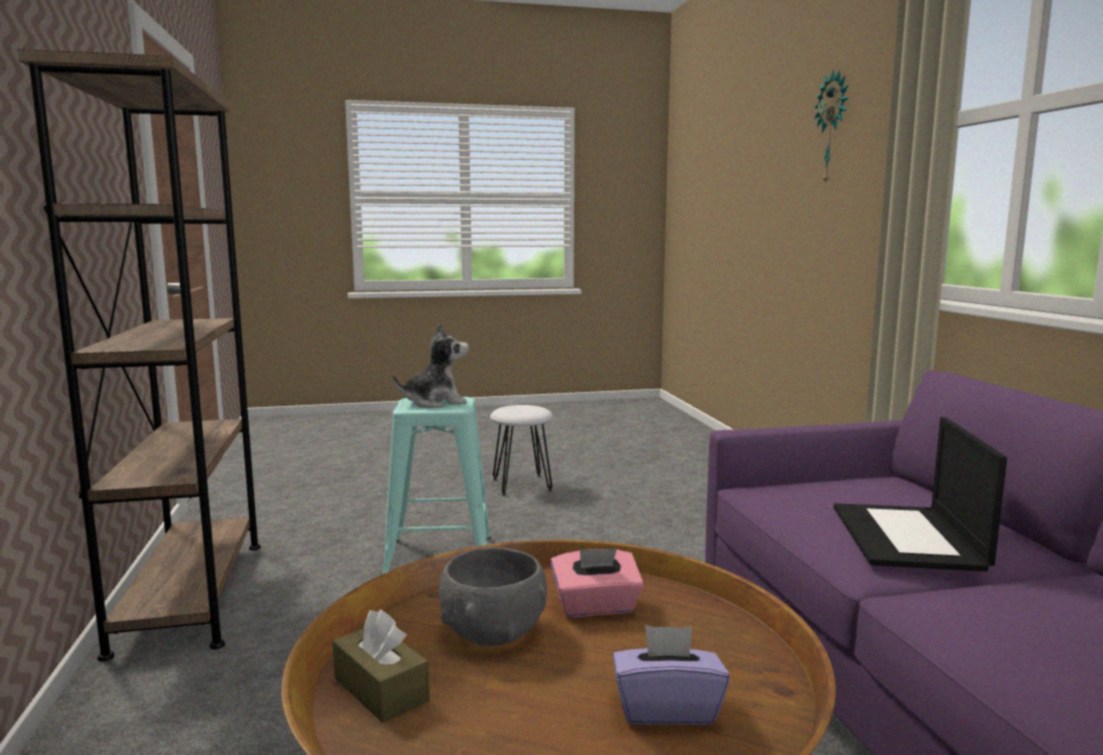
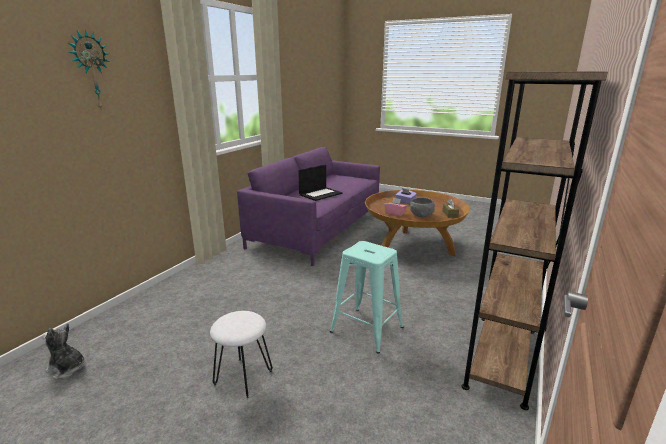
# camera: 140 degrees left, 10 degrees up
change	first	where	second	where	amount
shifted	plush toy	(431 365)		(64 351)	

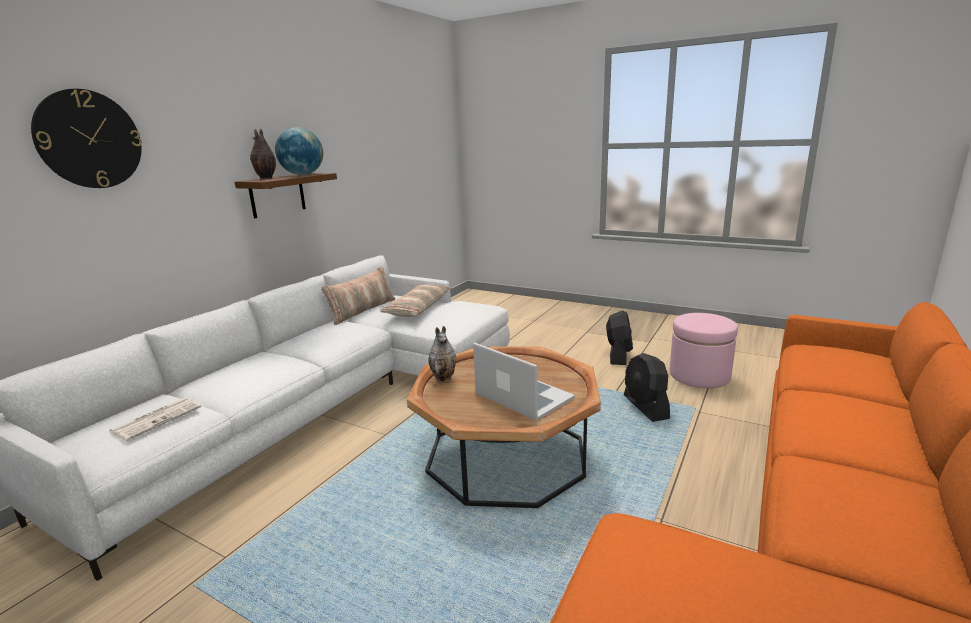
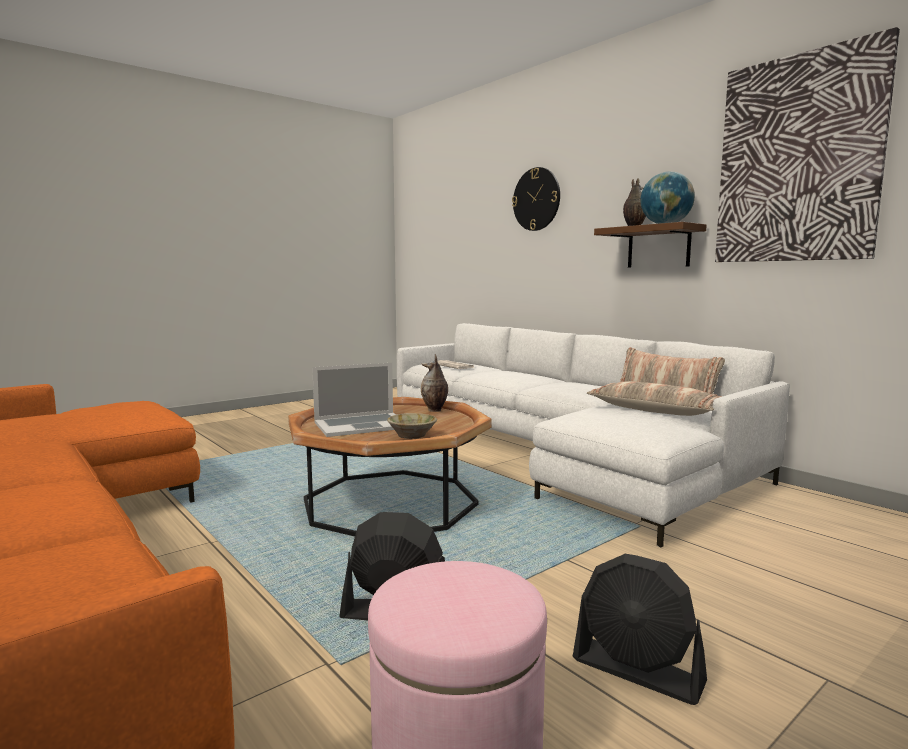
# camera: 110 degrees right, 10 degrees down
change	first	where	second	where	amount
new			beige bowl	(412 426)	
new			picture	(807 144)	

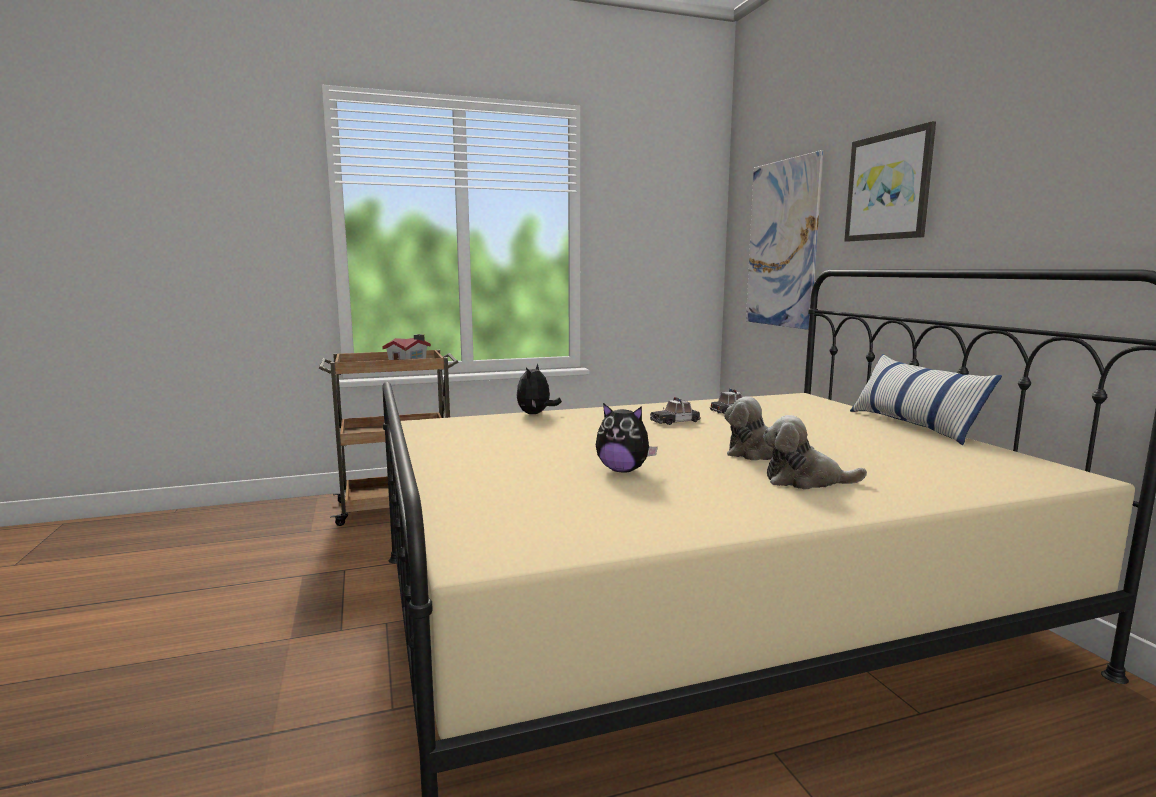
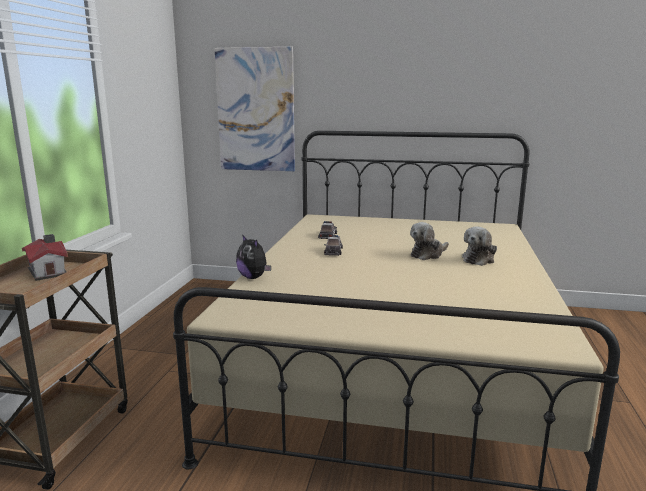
# camera: 60 degrees left, 5 degrees up
change	first	where	second	where	amount
gone	plush toy	(627 438)			
gone	picture	(890 181)			
gone	pillow	(926 399)			

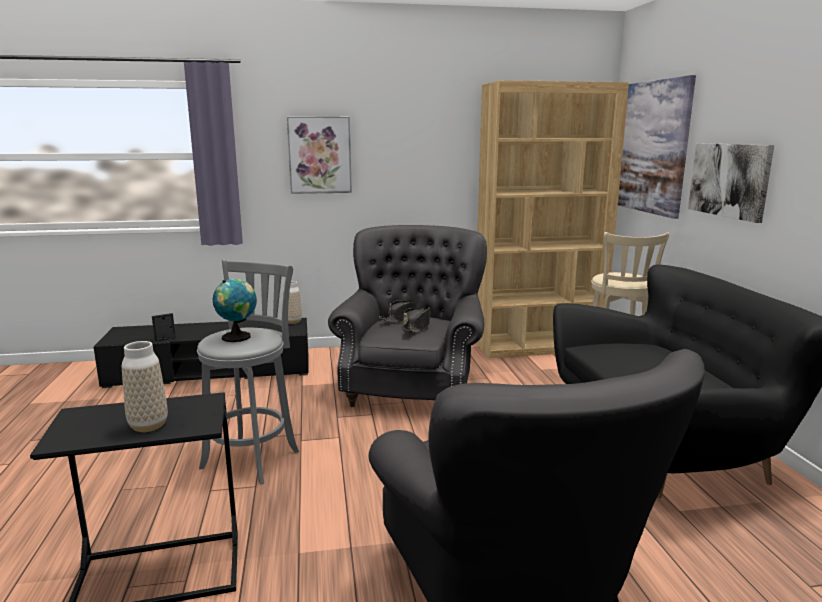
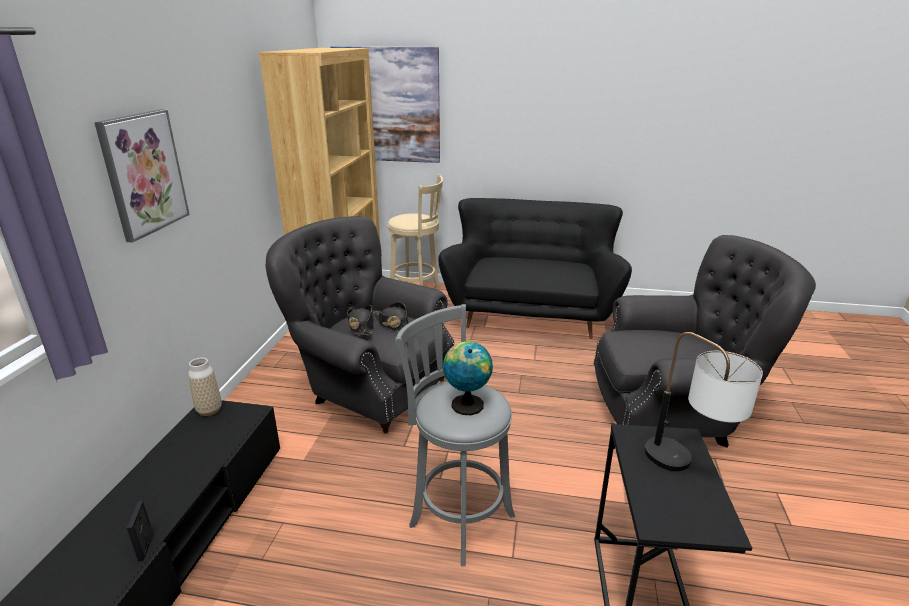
# camera: 70 degrees left, 10 degrees up
change	first	where	second	where	amount
gone	picture	(731 183)			
swapped	vase	(145 386)	table lamp	(704 401)	

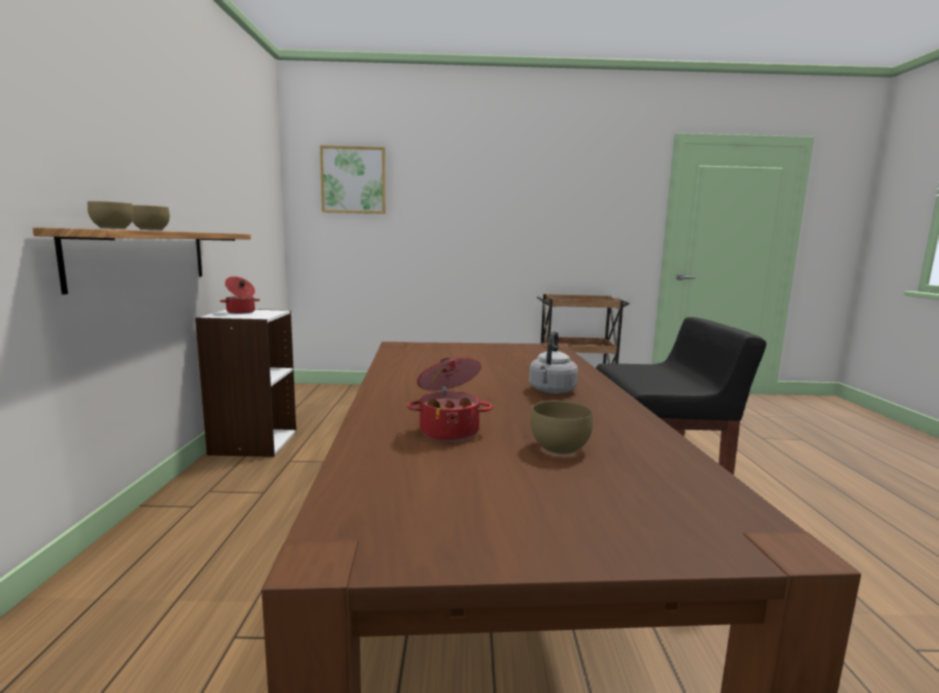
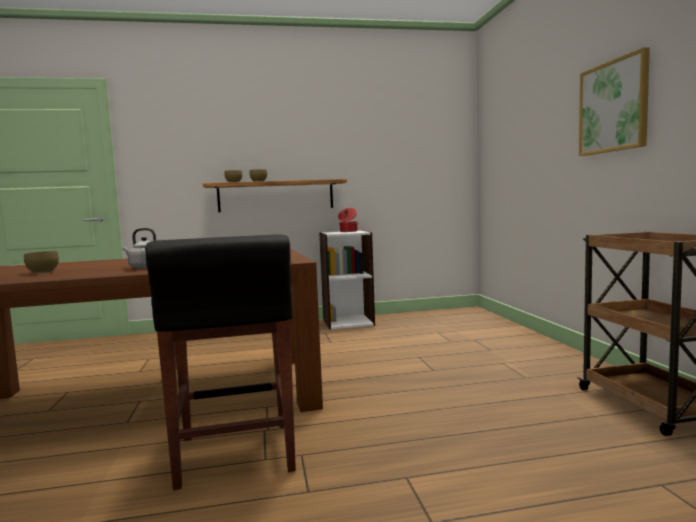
# camera: 80 degrees right, 5 degrees down
change	first	where	second	where	amount
gone	cooking pot	(450 399)			
shifted	picture	(353 179)		(614 101)	

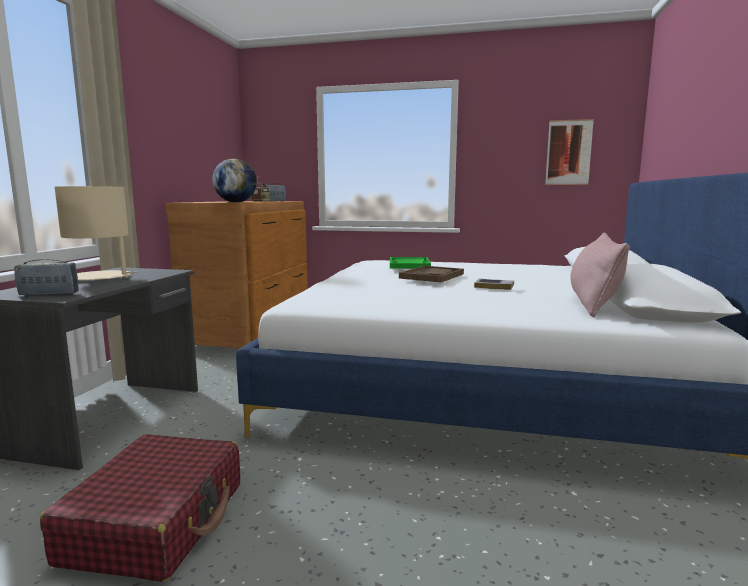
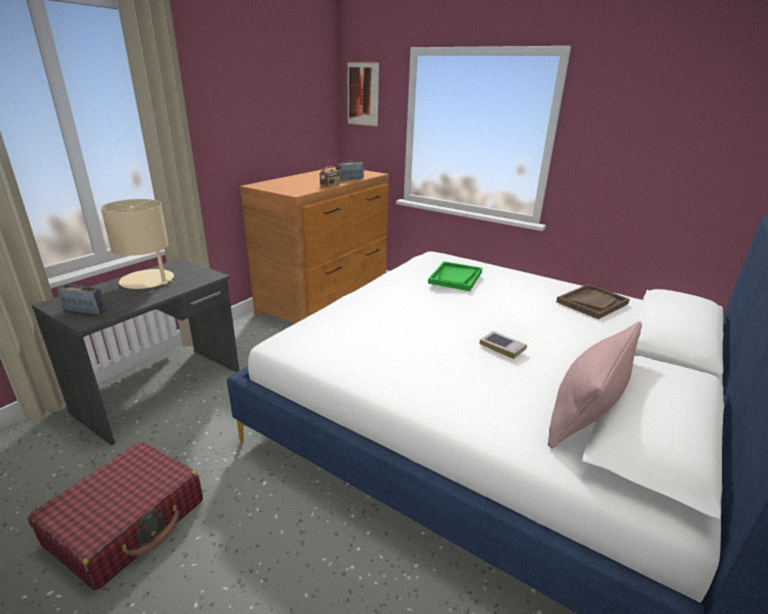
# camera: 20 degrees right, 15 degrees up
change	first	where	second	where	amount
gone	globe	(234 180)			
shifted	brown tray	(431 274)		(593 301)	
shifted	picture	(569 152)		(363 94)	

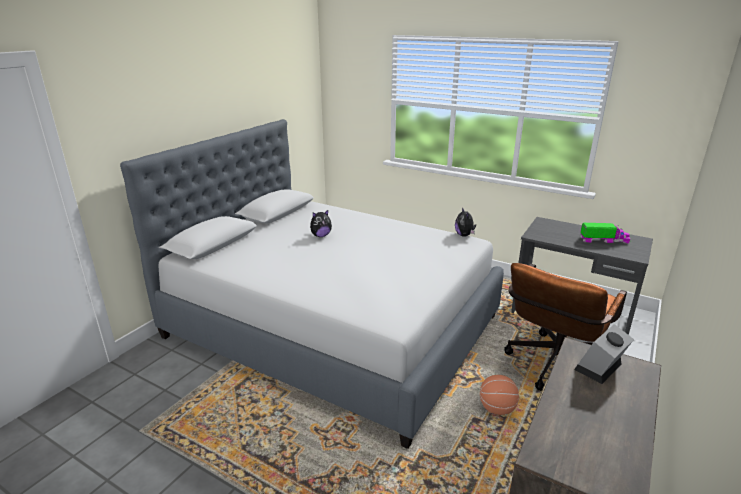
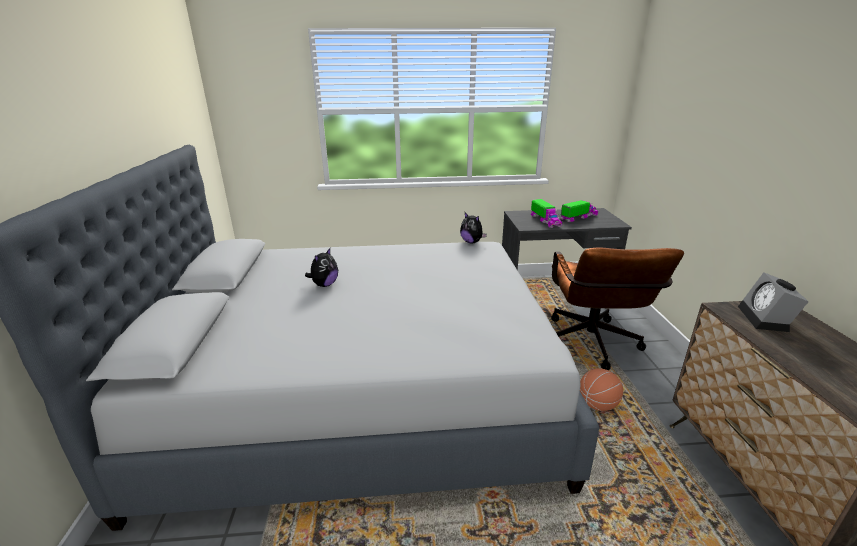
# camera: 35 degrees left, 0 degrees up
change	first	where	second	where	amount
new			toy truck	(546 213)	

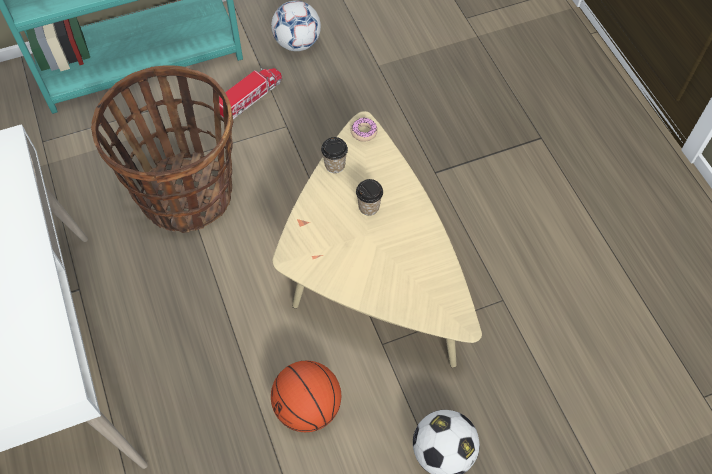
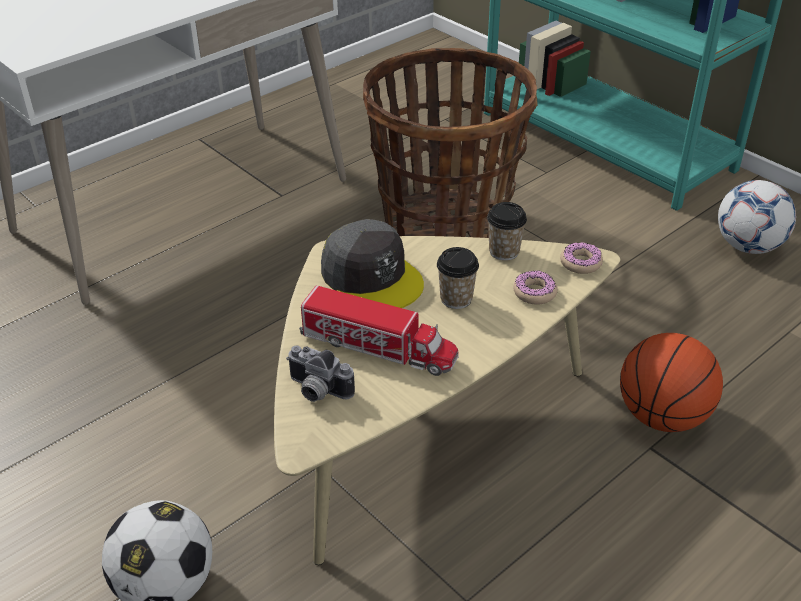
# camera: 70 degrees right, 20 degrees down
change	first	where	second	where	amount
new			photo camera	(320 374)	
new			grey cap	(372 263)	
new			donut	(536 287)	
shifted	toy truck	(250 93)		(378 330)	
shifted	basketball	(306 396)		(671 382)	

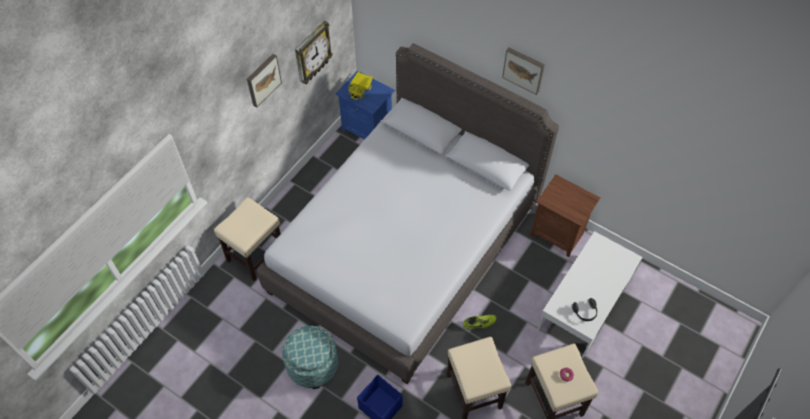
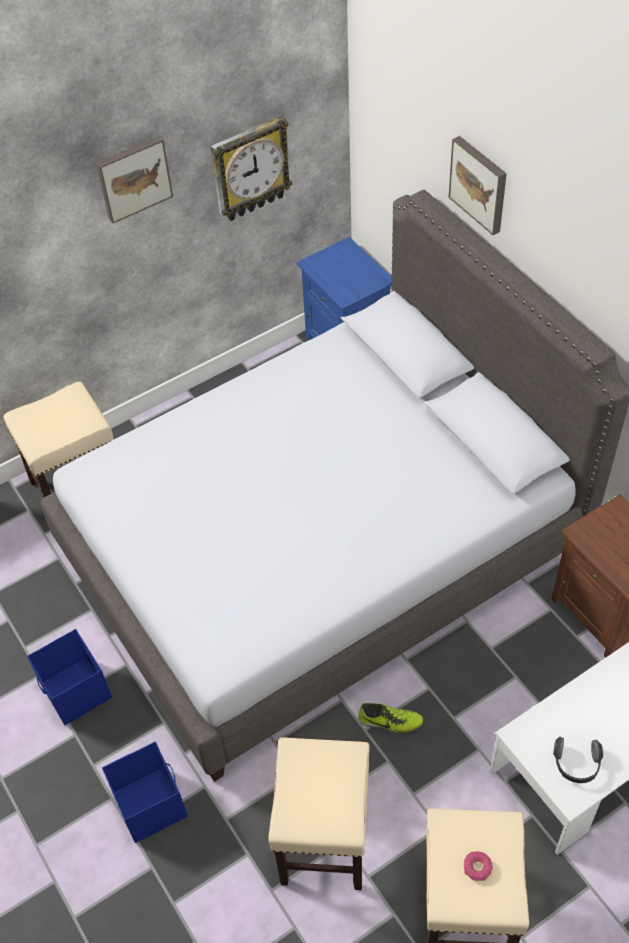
# camera: 25 degrees right, 5 degrees down
change	first	where	second	where	amount
gone	toy truck	(360 85)			
shifted	picture	(523 71)		(478 185)	
swapped	ottoman	(310 357)	blue storage box	(69 677)	

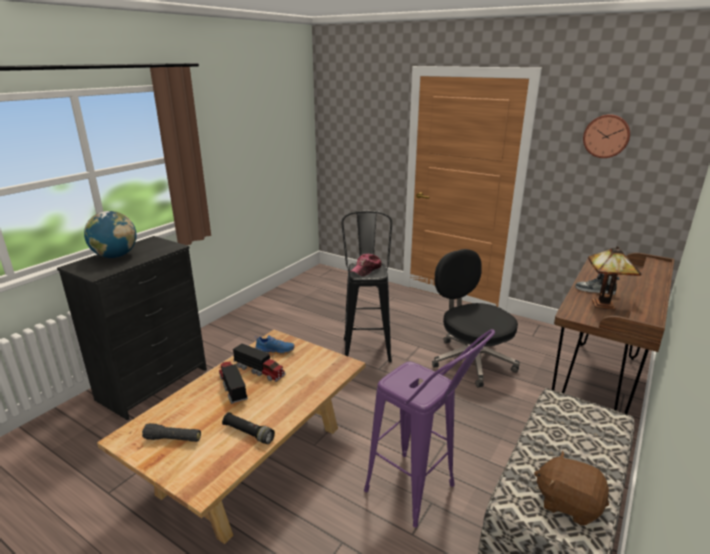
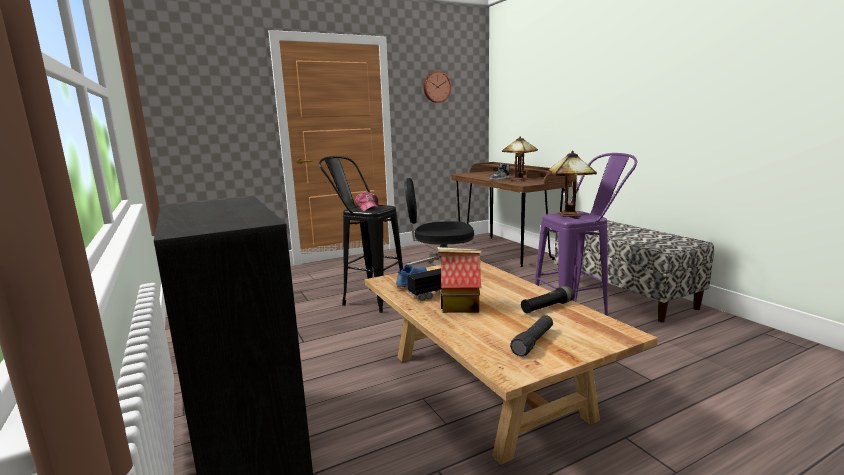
# camera: 60 degrees left, 10 degrees down
change	first	where	second	where	amount
gone	globe	(110 234)			
gone	brown plush toy	(571 488)			
new			table lamp	(573 184)	
swapped	toy truck	(233 383)	toy house	(459 280)	

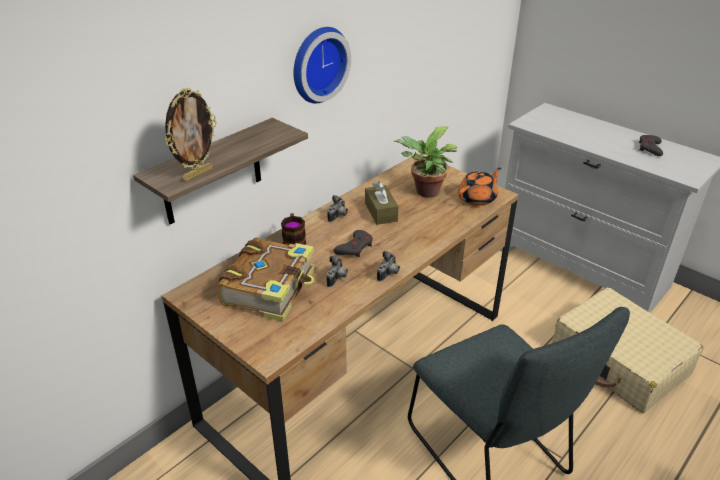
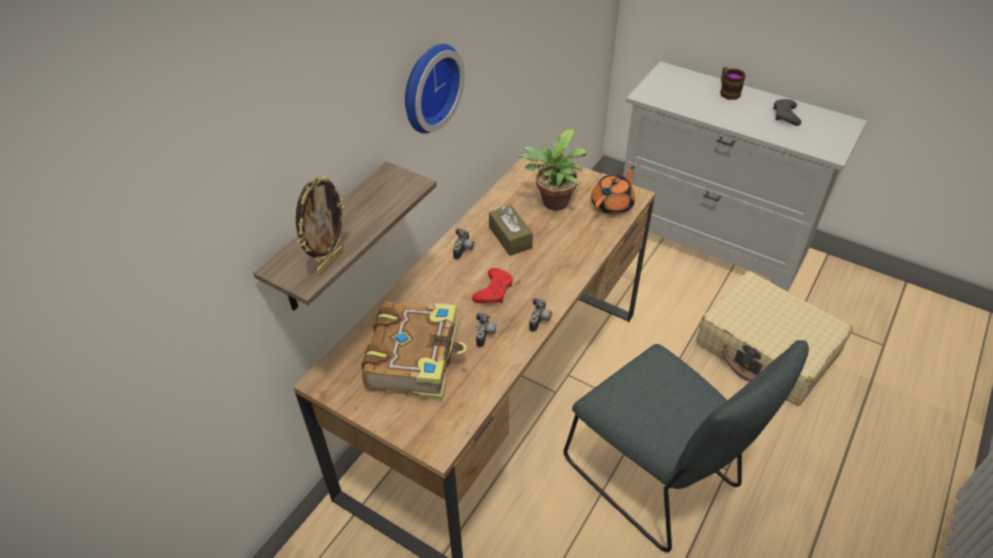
# camera: 10 degrees left, 10 degrees up
change	first	where	second	where	amount
shifted	mug	(293 229)		(733 83)	
repainted	grey game controller	(353 243)	red game controller	(492 285)	

